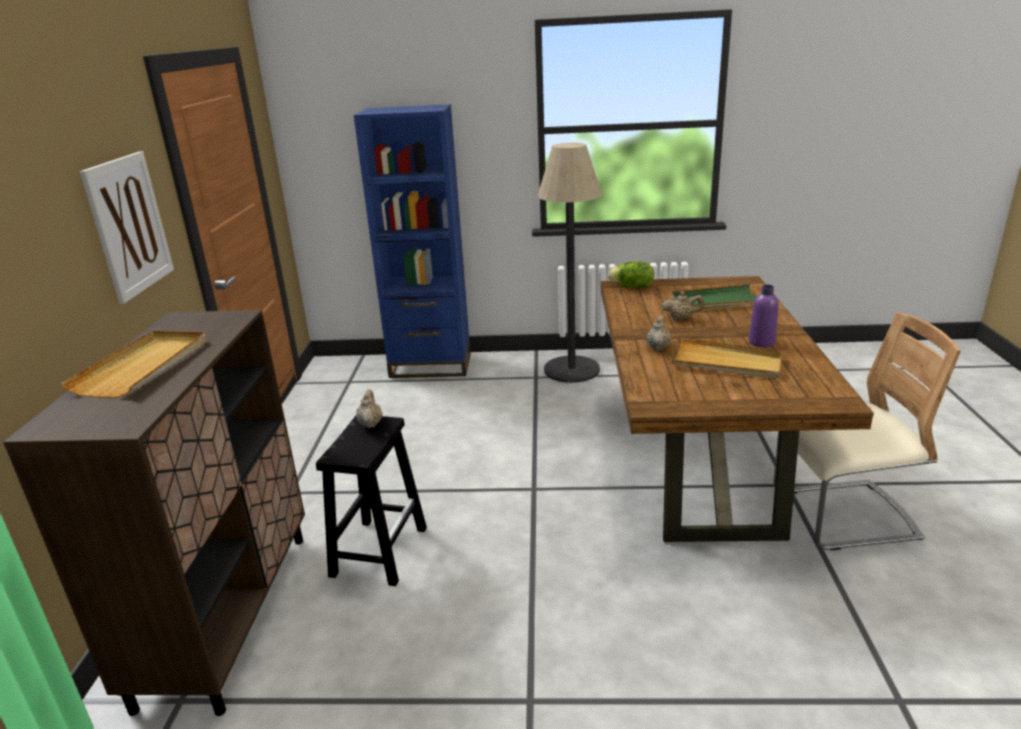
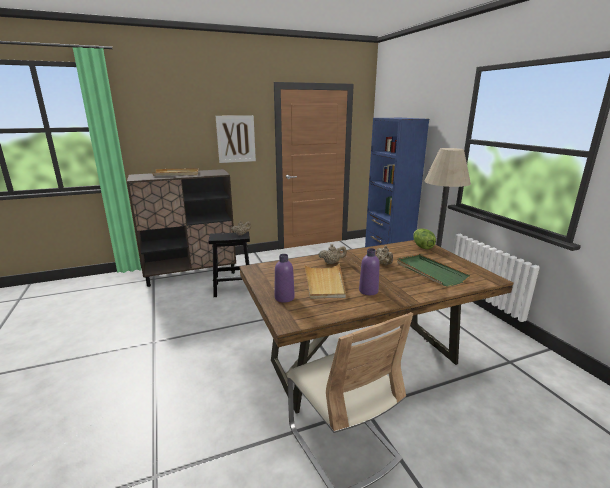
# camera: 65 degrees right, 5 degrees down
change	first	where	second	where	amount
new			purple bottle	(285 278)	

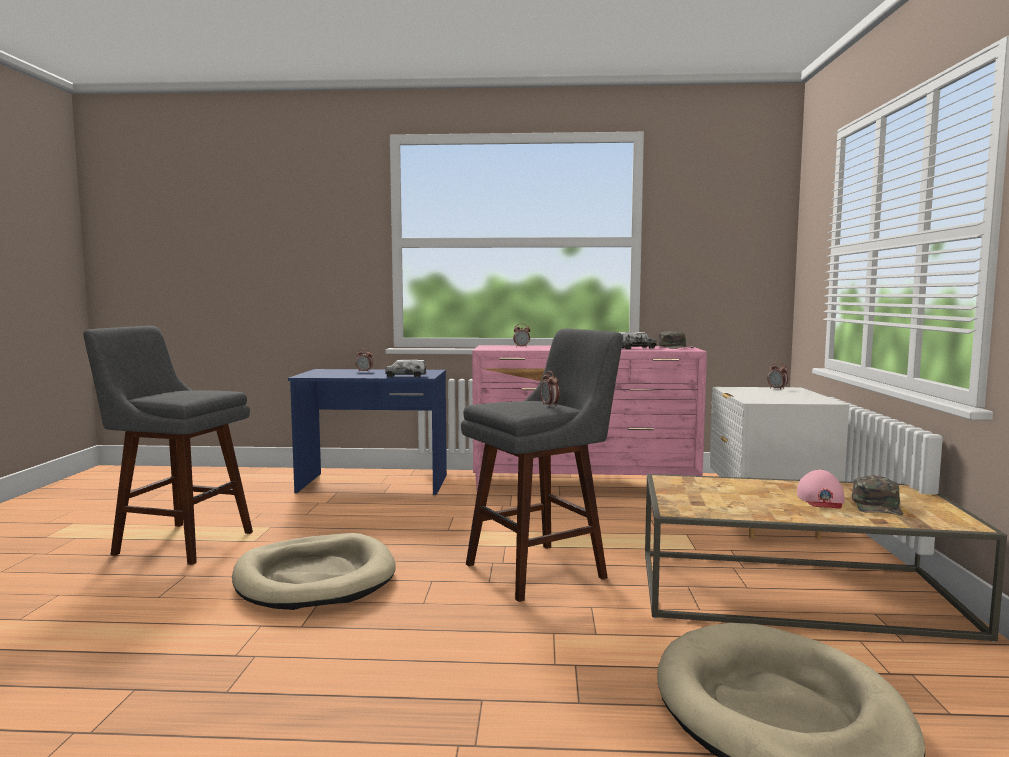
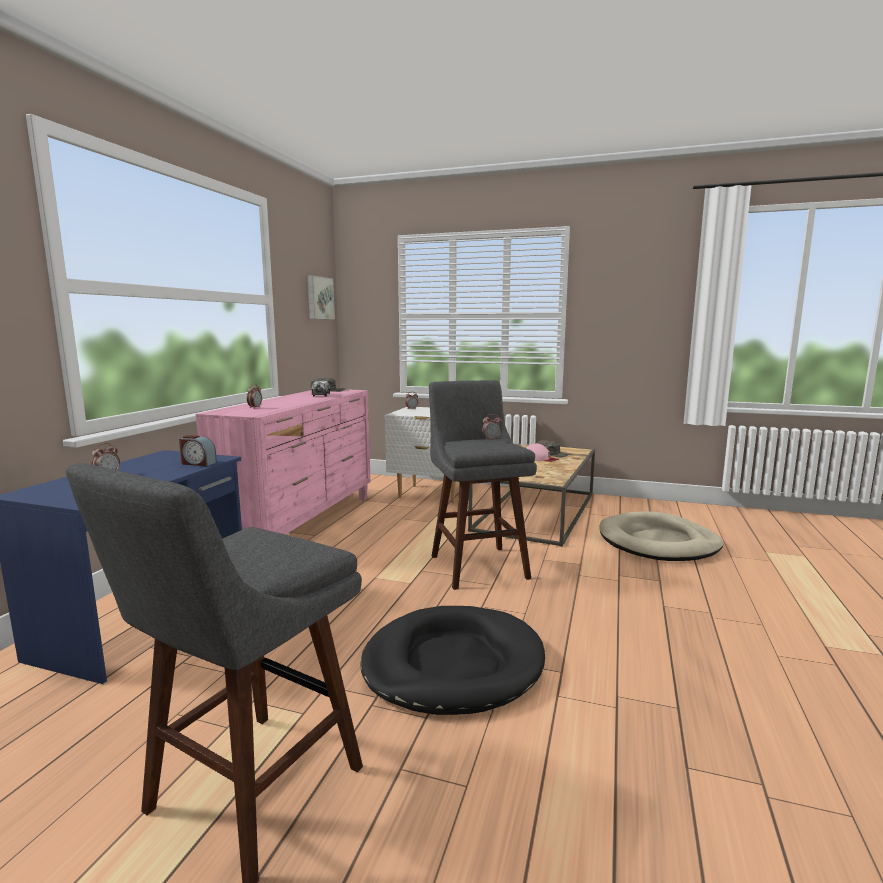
# camera: 75 degrees left, 5 degrees up
change	first	where	second	where	amount
new			picture	(321 297)	
swapped	toy truck	(405 368)	alarm clock	(198 450)	
repainted	beige dog bed	(314 571)	black dog bed	(452 660)	

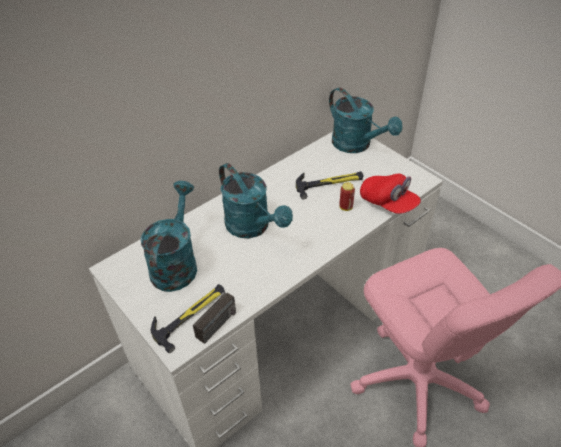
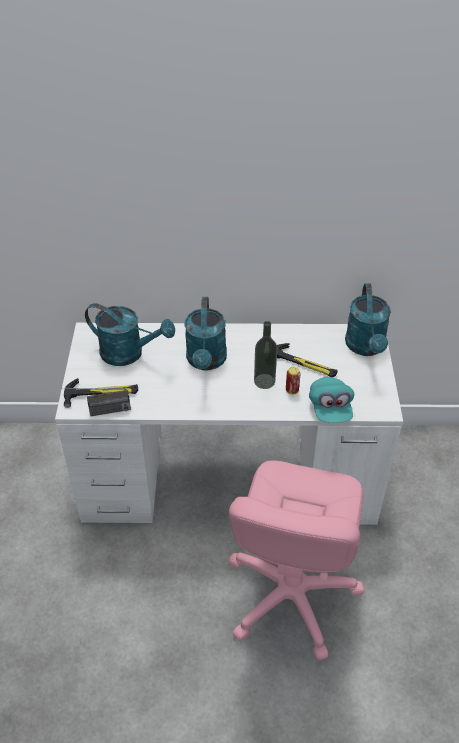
# camera: 40 degrees right, 0 degrees up
change	first	where	second	where	amount
new			bottle	(265 355)	
repainted	red cap	(390 194)	turquoise cap	(331 400)	
rotated	turquoise watering can	(169 236)		(130 334)	60 degrees clockwise

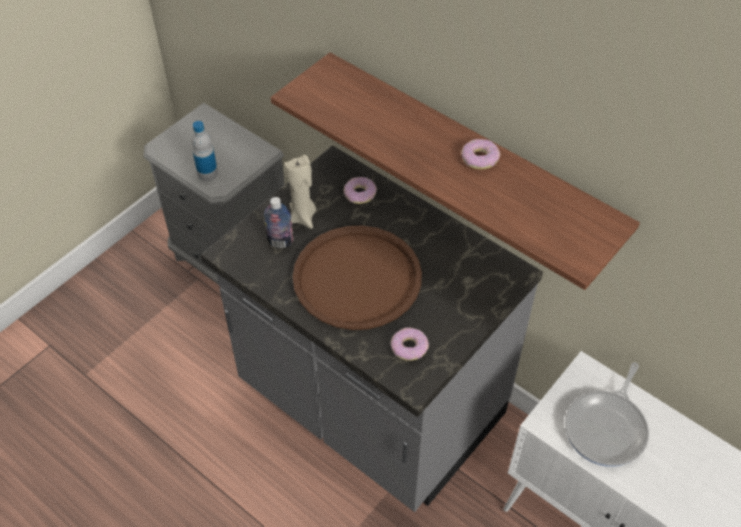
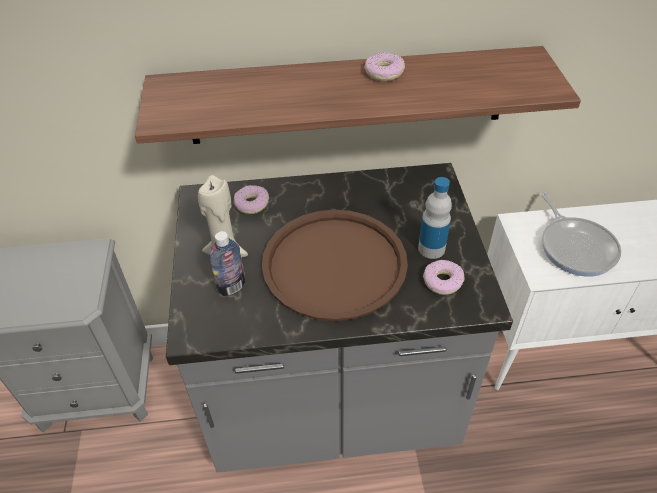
# camera: 45 degrees left, 5 degrees down
change	first	where	second	where	amount
shifted	bottle	(205 151)		(435 218)	

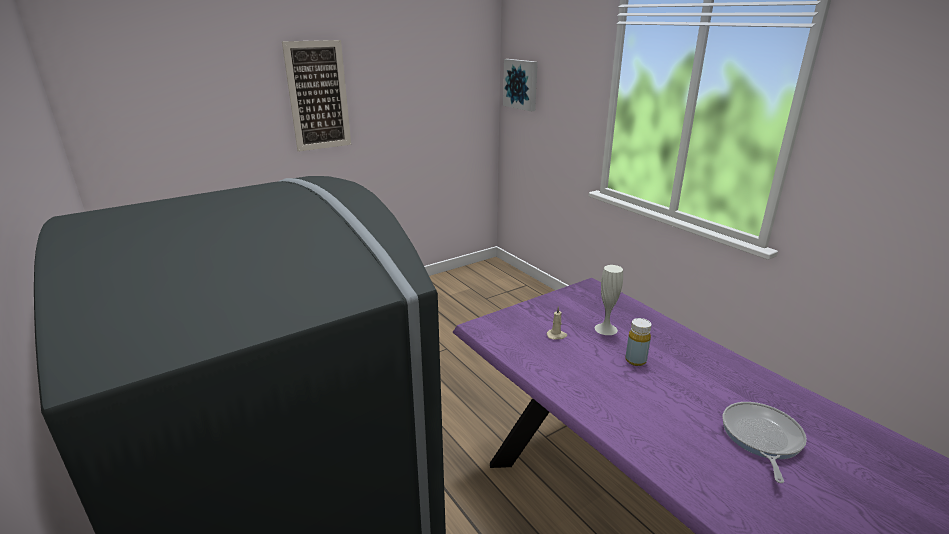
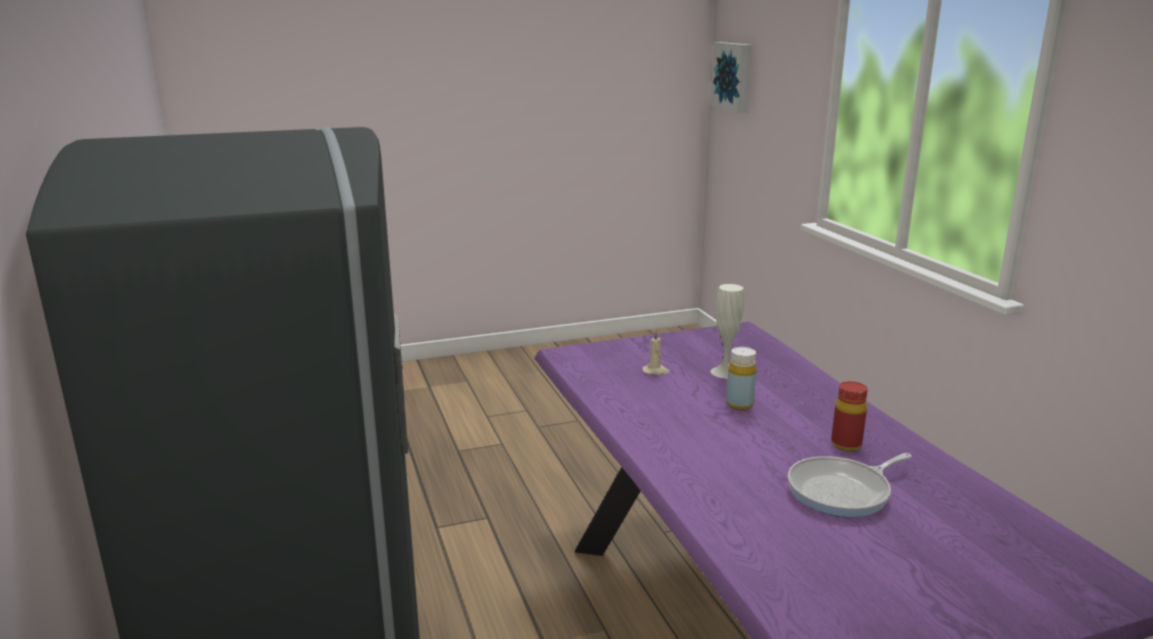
# camera: 15 degrees right, 5 degrees down
change	first	where	second	where	amount
gone	picture	(316 96)			
new			red bottle	(849 416)	
rotated	frying pan	(765 442)		(850 485)	150 degrees counterclockwise

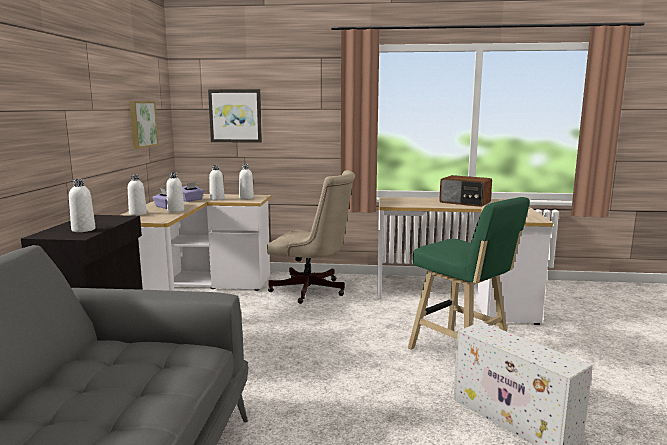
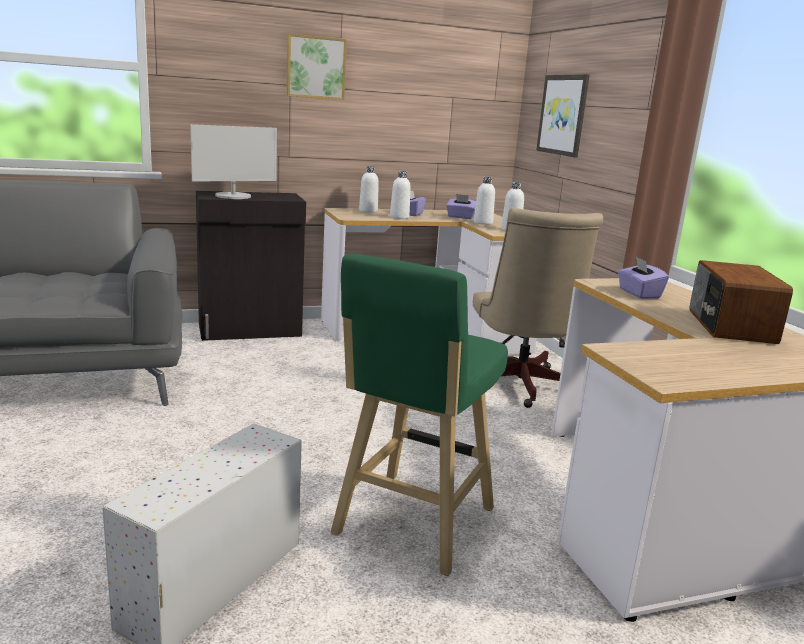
# camera: 65 degrees right, 5 degrees up
change	first	where	second	where	amount
new			purple tissue box	(643 278)	
shifted	picture	(144 125)		(317 67)	
swapped	white bottle	(82 205)	monitor	(233 161)	

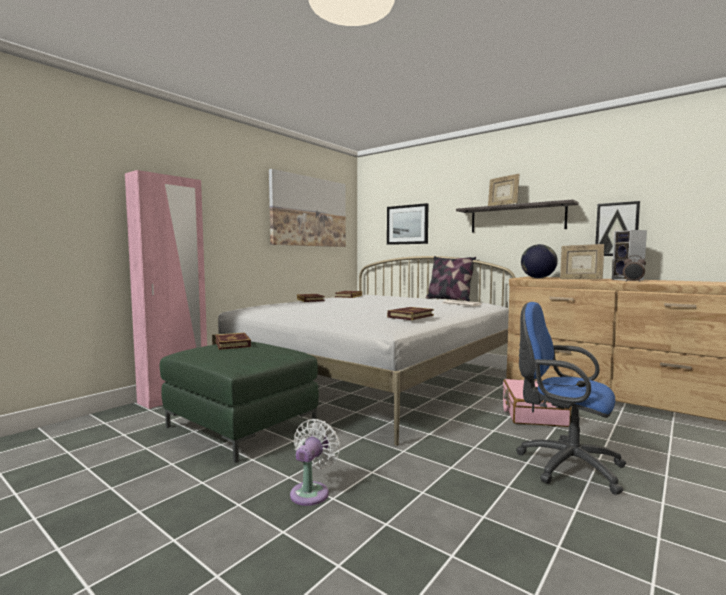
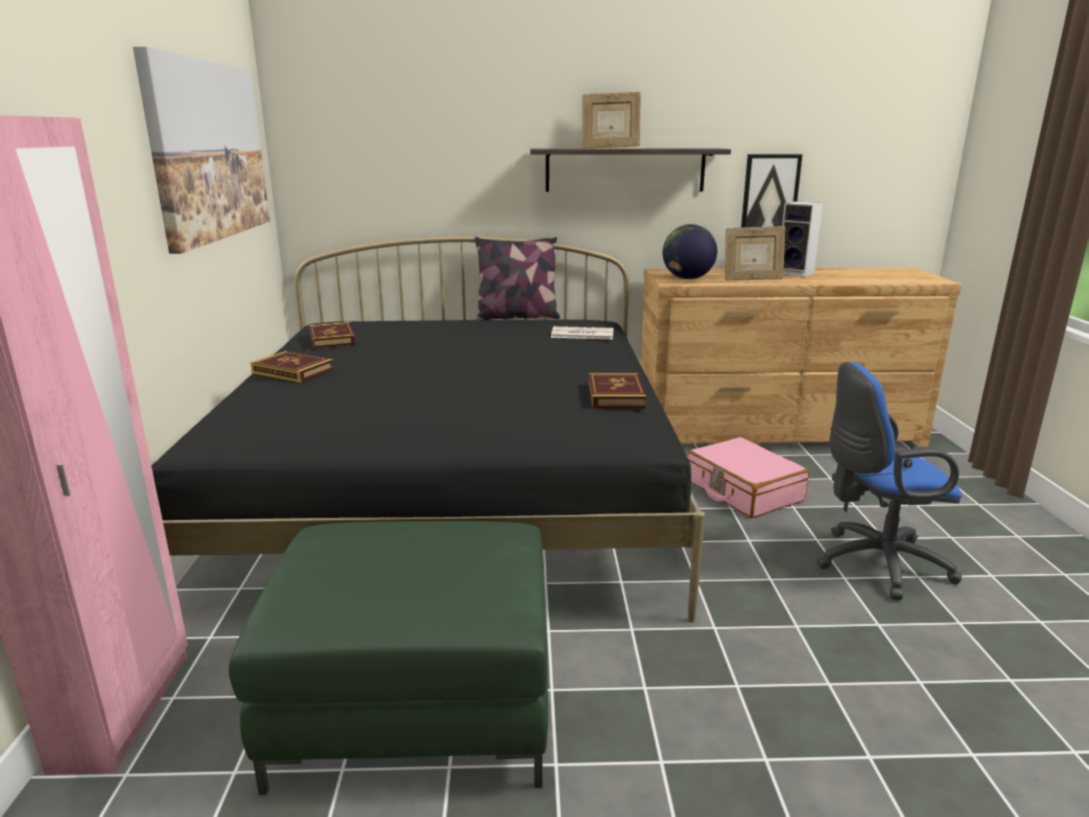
# camera: 40 degrees left, 15 degrees up
change	first	where	second	where	amount
gone	book	(233 341)			
gone	white fan	(315 462)			
gone	picture	(407 224)			
gone	alarm clock	(634 268)			
repainted	white bed	(364 351)	black bed	(428 429)	

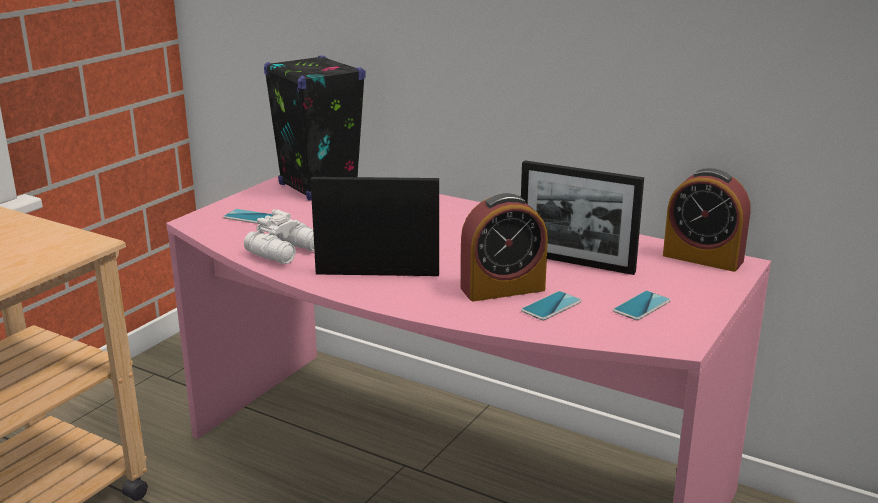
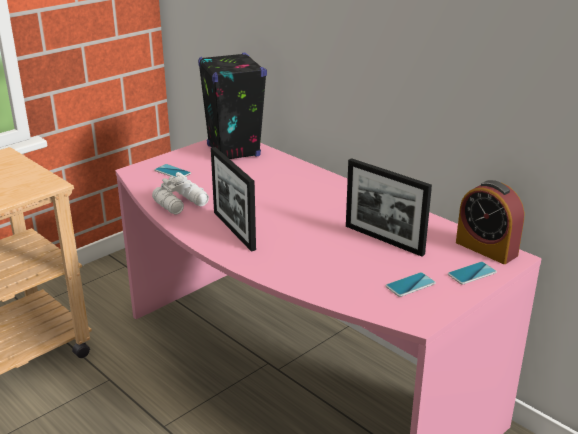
# camera: 15 degrees right, 5 degrees up
change	first	where	second	where	amount
gone	alarm clock	(504 247)			
shifted	phone	(551 305)		(472 273)	
rotated	picture frame	(374 226)		(233 199)	135 degrees counterclockwise

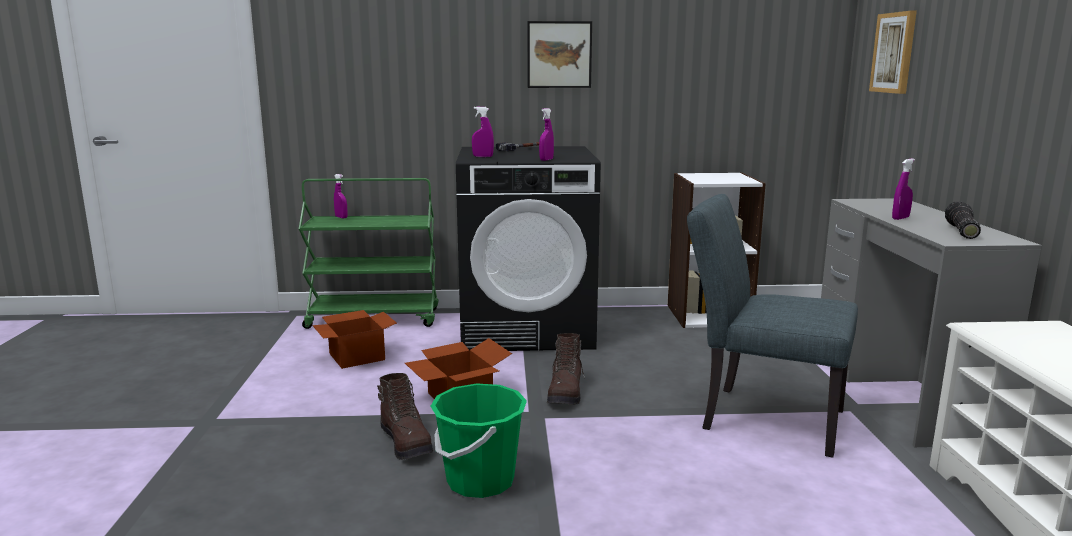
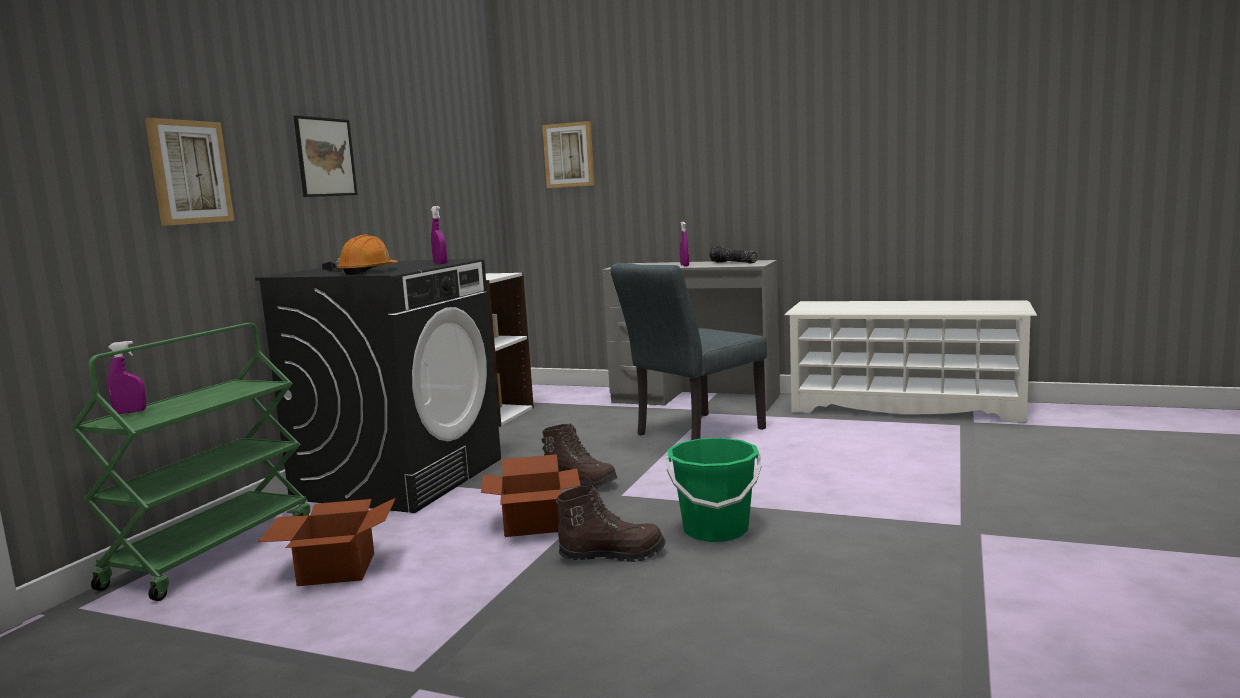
# camera: 65 degrees left, 5 degrees down
change	first	where	second	where	amount
new			picture	(189 172)	
swapped	purple spray bottle	(483 132)	orange hard hat	(367 255)	

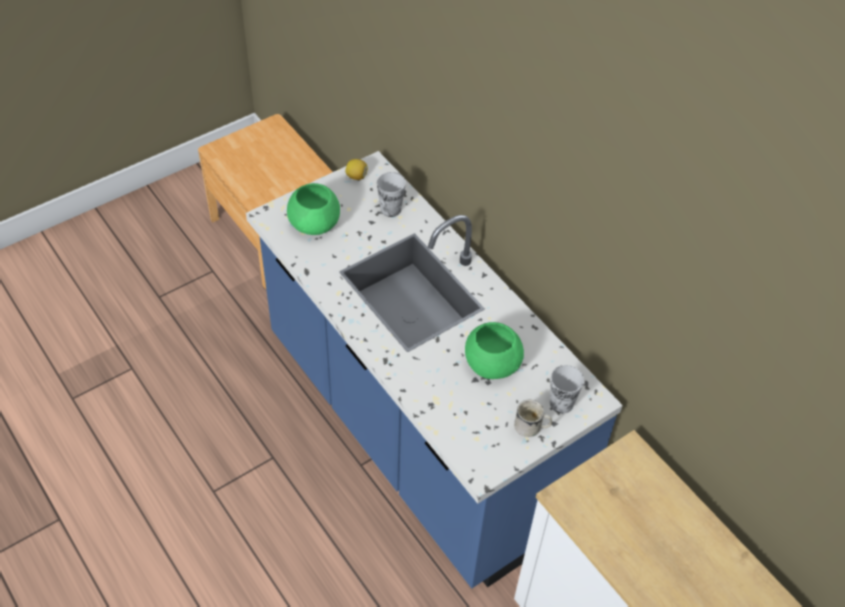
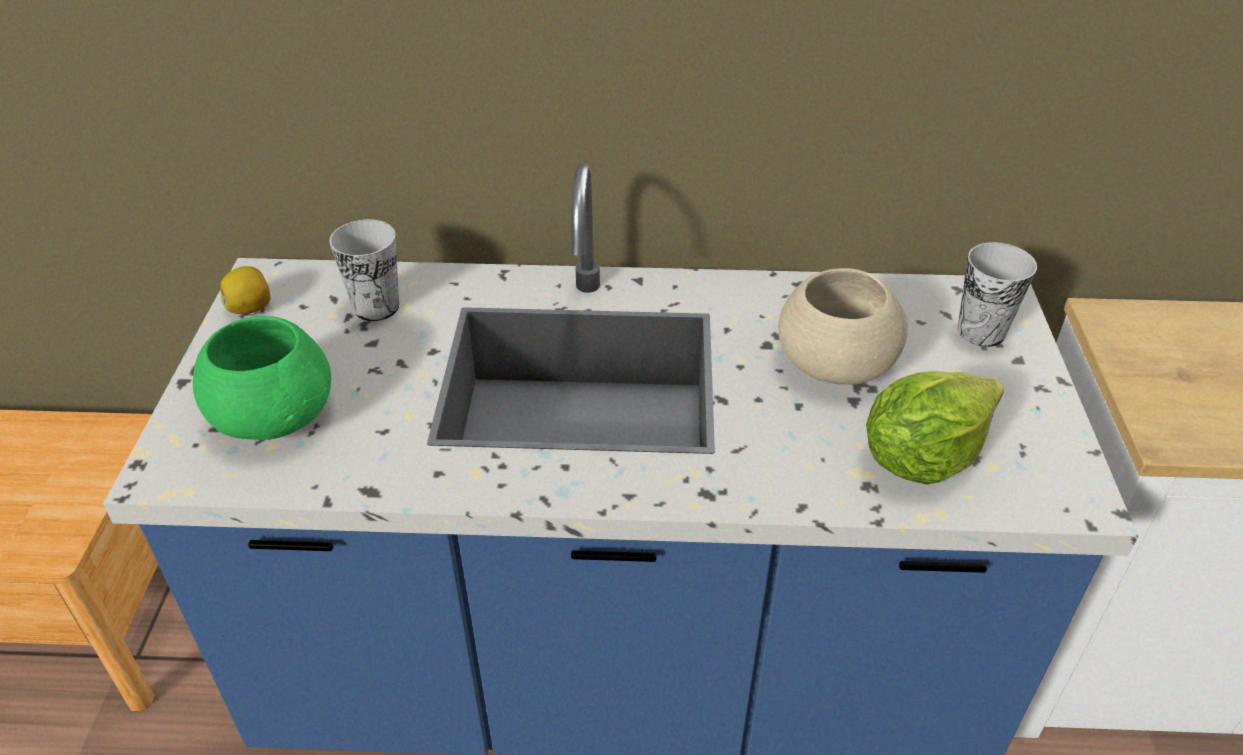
# camera: 50 degrees left, 10 degrees down
change	first	where	second	where	amount
gone	white mug	(533 418)			
new			lettuce	(935 428)	
repainted	green bowl	(494 350)	beige bowl	(843 326)	

